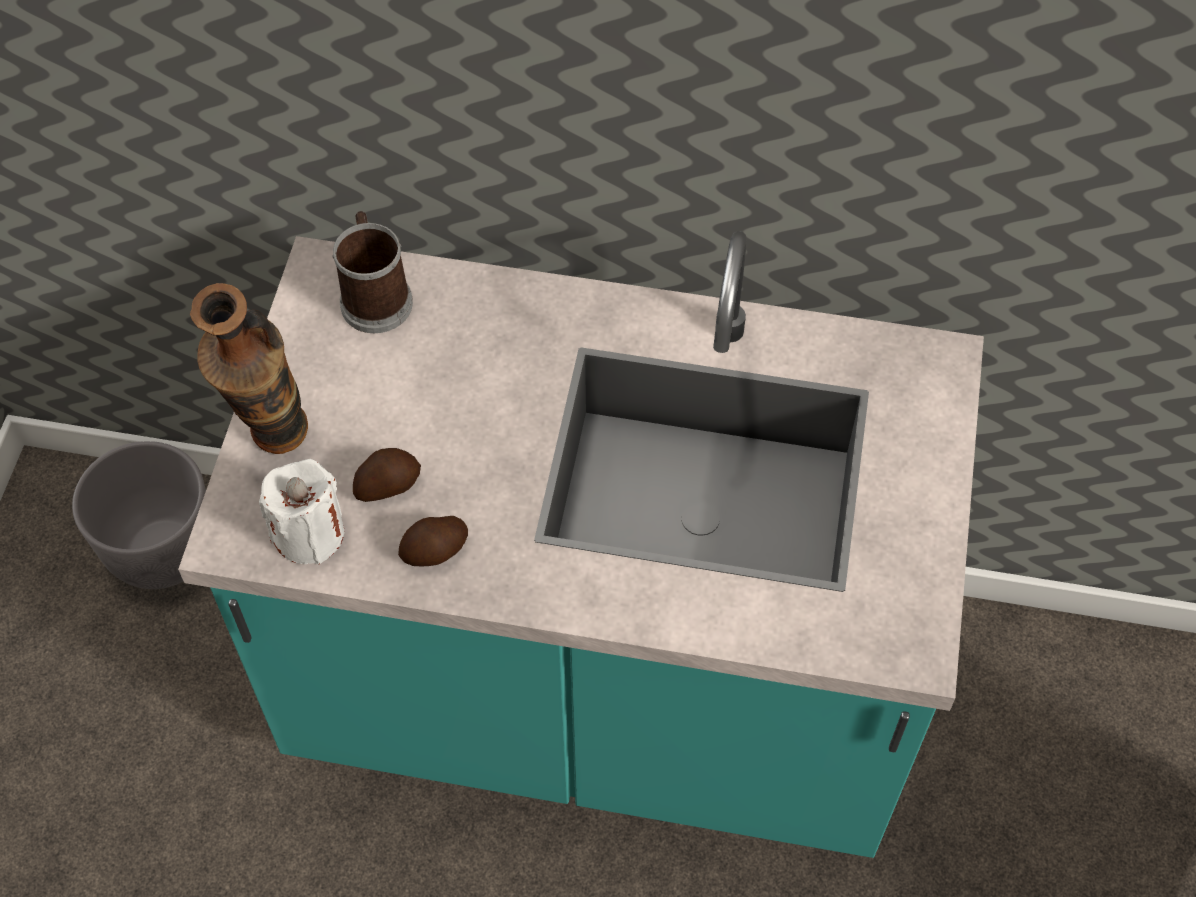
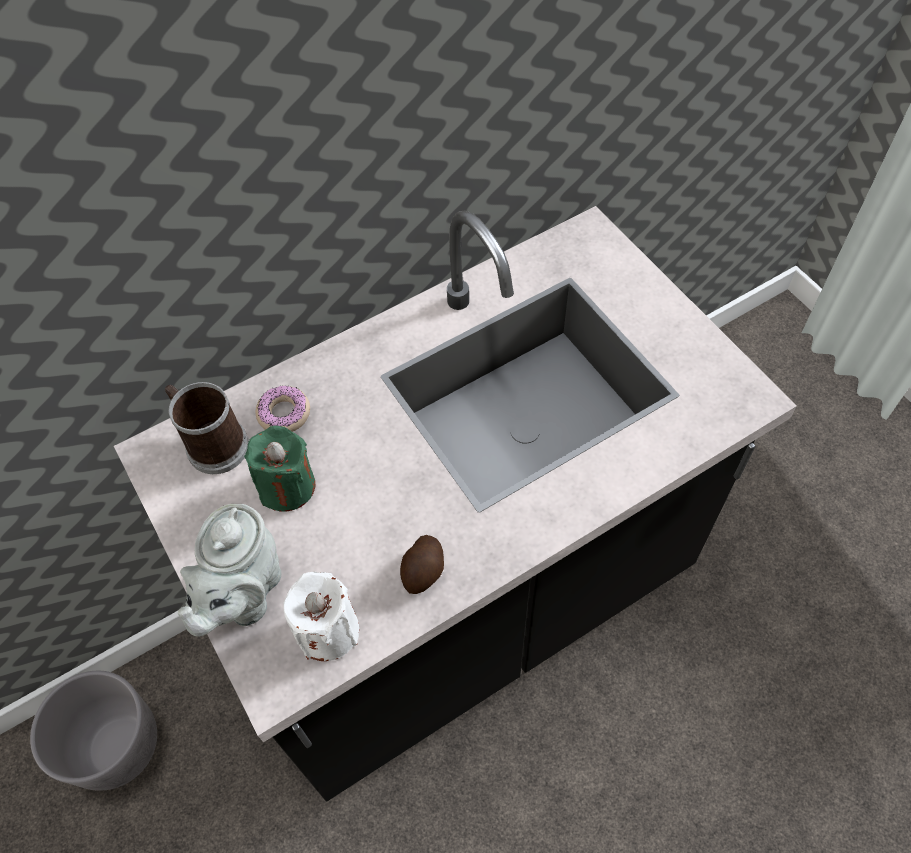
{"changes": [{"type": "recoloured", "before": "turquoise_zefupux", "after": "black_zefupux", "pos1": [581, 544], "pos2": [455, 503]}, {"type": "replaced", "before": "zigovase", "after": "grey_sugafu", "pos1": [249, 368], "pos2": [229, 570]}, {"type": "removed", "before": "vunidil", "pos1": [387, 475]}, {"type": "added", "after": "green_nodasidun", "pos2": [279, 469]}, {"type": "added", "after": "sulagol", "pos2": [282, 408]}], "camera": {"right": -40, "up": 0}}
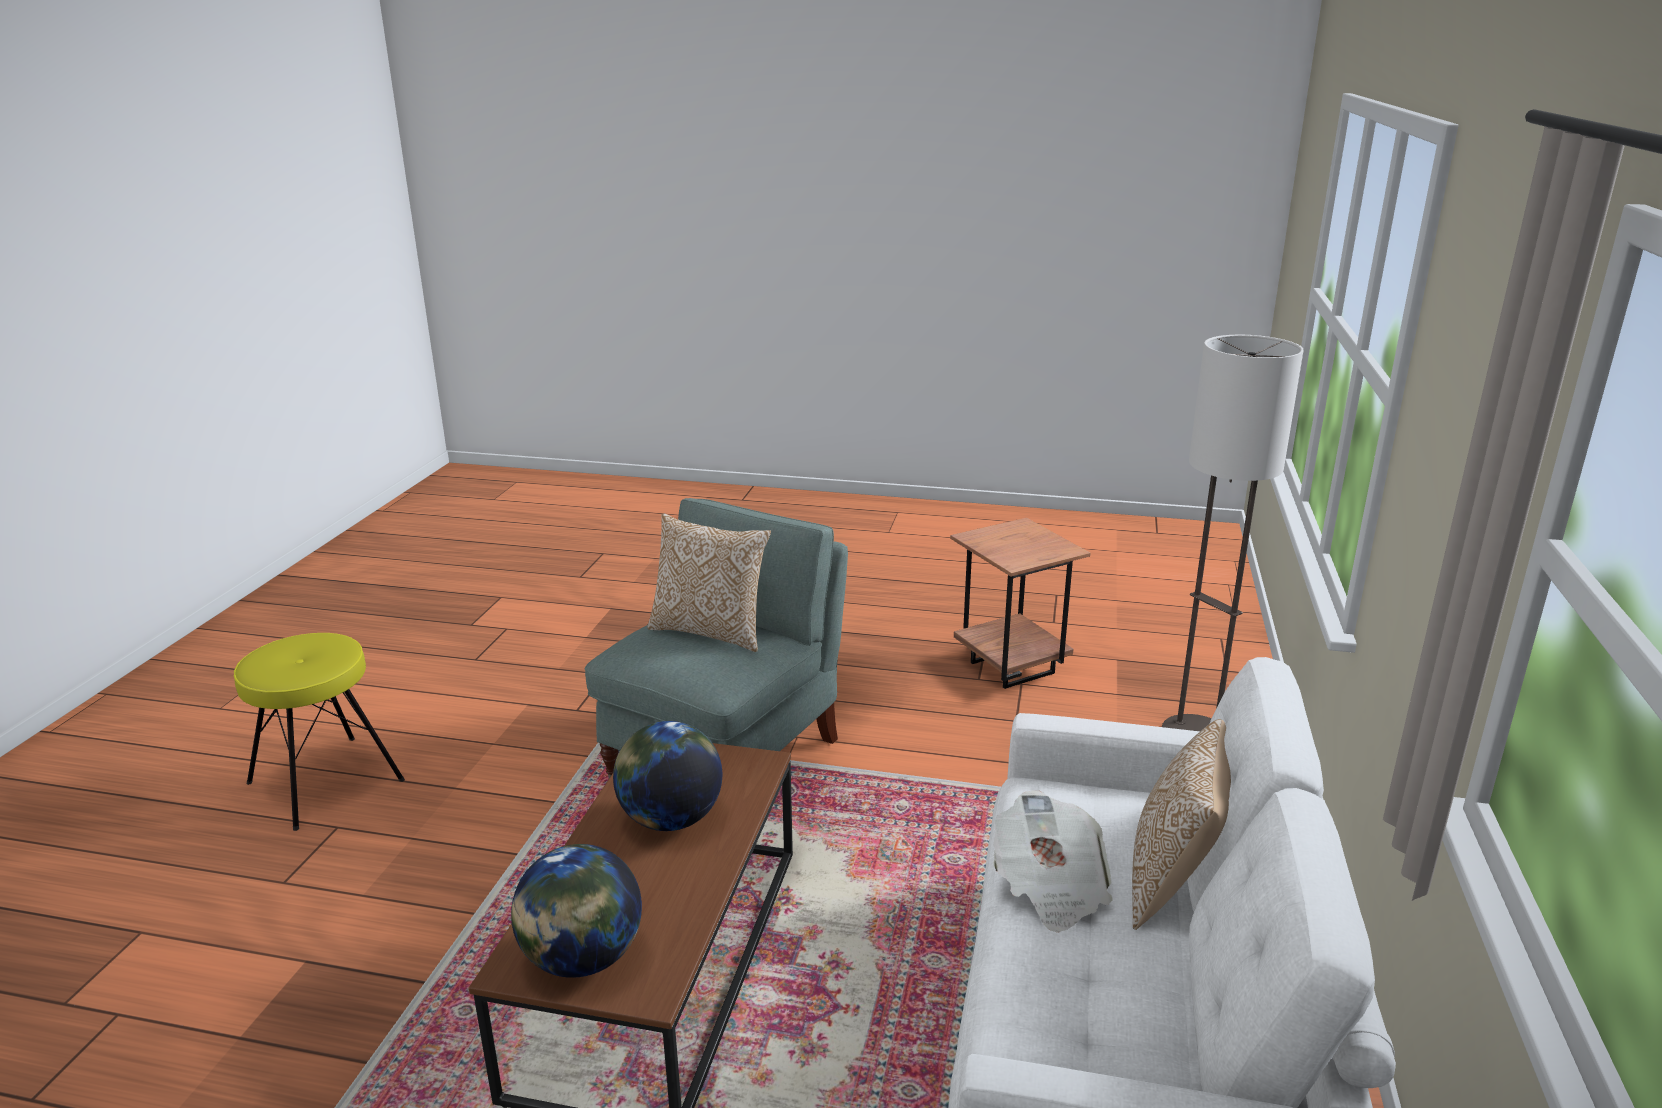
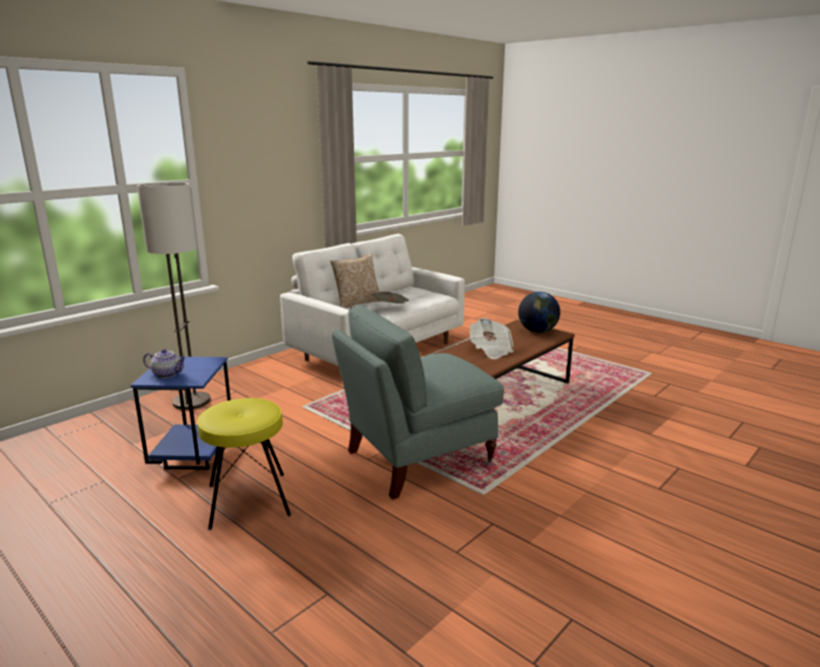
{"changes": [{"type": "moved", "before": "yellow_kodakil", "pos1": [319, 732], "pos2": [244, 464]}, {"type": "replaced", "before": "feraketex", "after": "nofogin", "pos1": [667, 776], "pos2": [491, 338]}, {"type": "removed", "before": "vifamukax", "pos1": [709, 583]}, {"type": "recoloured", "before": "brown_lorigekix", "after": "blue_lorigekix", "pos1": [1020, 603], "pos2": [181, 413]}, {"type": "added", "after": "sugafu", "pos2": [165, 363]}], "camera": {"right": -150, "up": -5}}
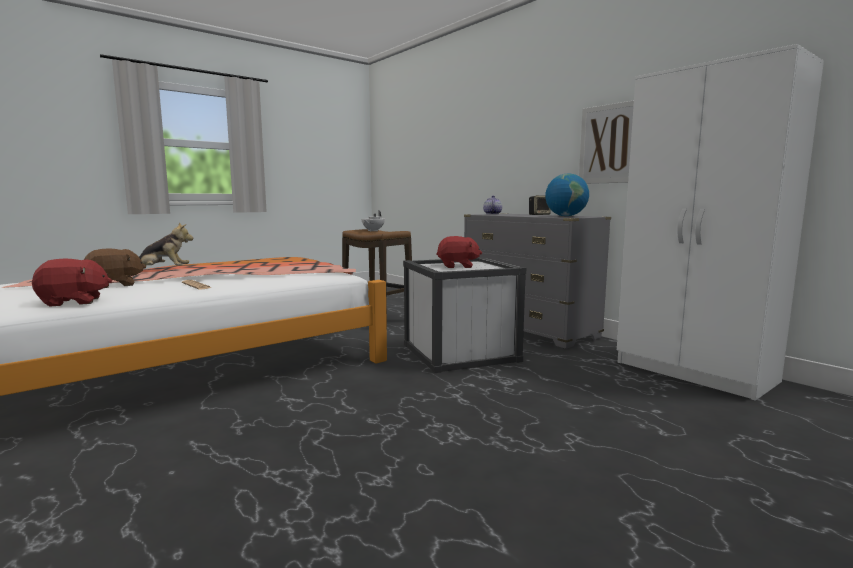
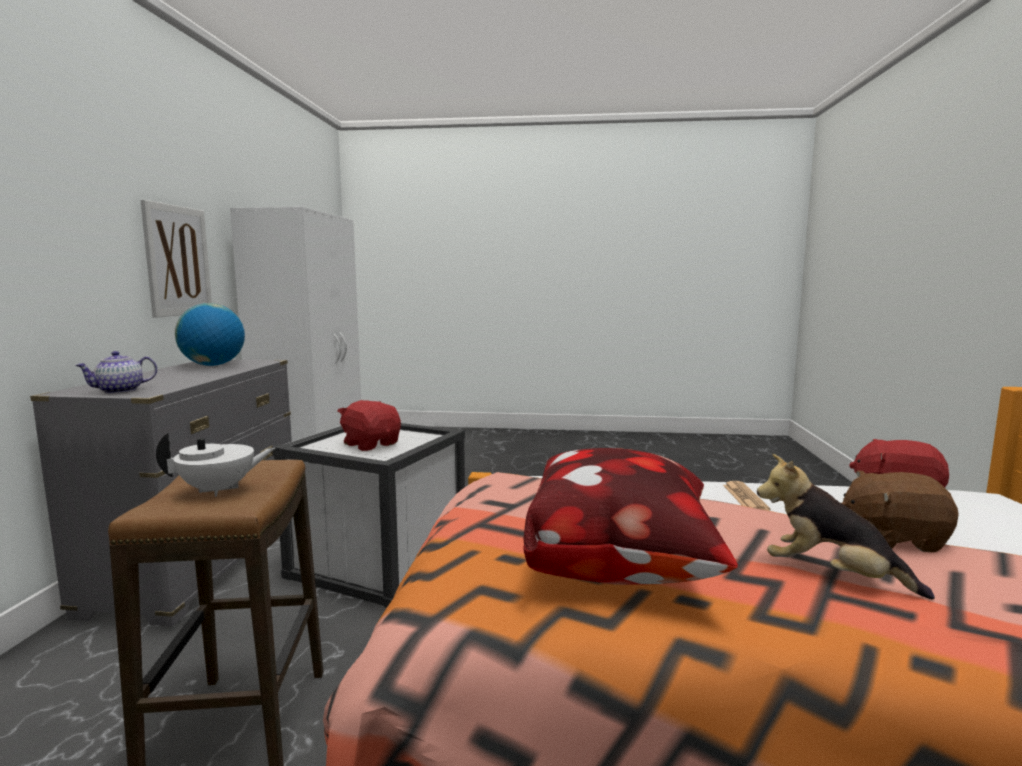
{"changes": [{"type": "removed", "before": "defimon", "pos1": [540, 205]}, {"type": "added", "after": "vifamukax", "pos2": [631, 516]}], "camera": {"right": -135, "up": 0}}
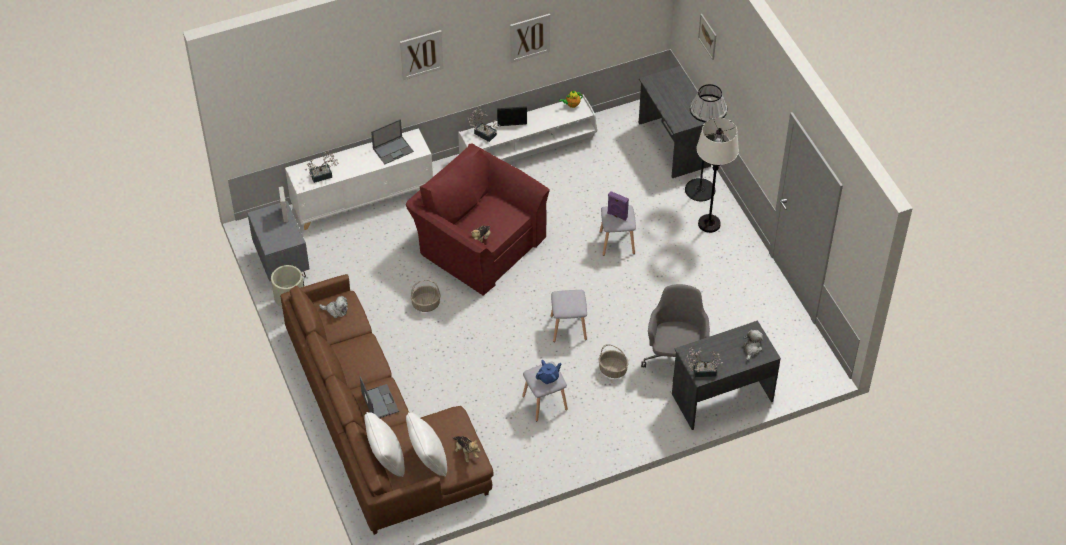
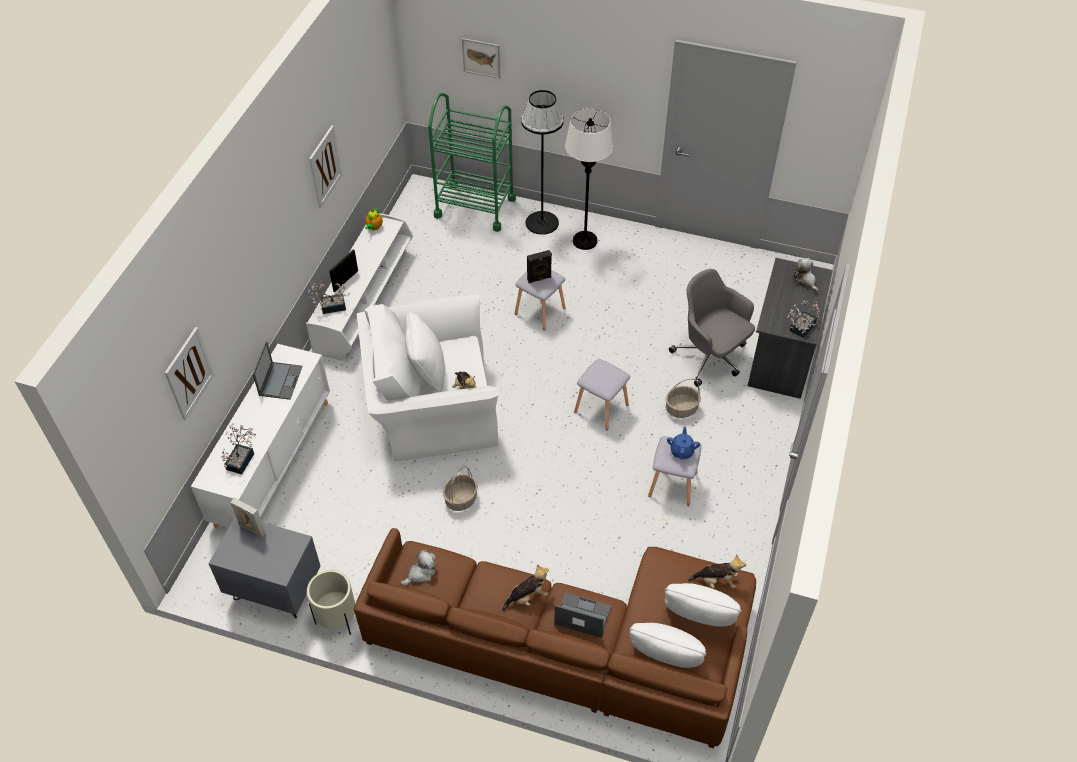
{"changes": [{"type": "moved", "before": "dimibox", "pos1": [422, 55], "pos2": [189, 373]}, {"type": "recoloured", "before": "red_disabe", "after": "white_disabe", "pos1": [478, 220], "pos2": [428, 378]}, {"type": "recoloured", "before": "purple_defimon", "after": "black_defimon", "pos1": [618, 206], "pos2": [539, 266]}, {"type": "replaced", "before": "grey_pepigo", "after": "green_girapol", "pos1": [676, 122], "pos2": [472, 162]}, {"type": "added", "after": "white_vifamukax", "pos2": [425, 352]}, {"type": "added", "after": "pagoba", "pos2": [525, 587]}], "camera": {"right": -50, "up": 0}}
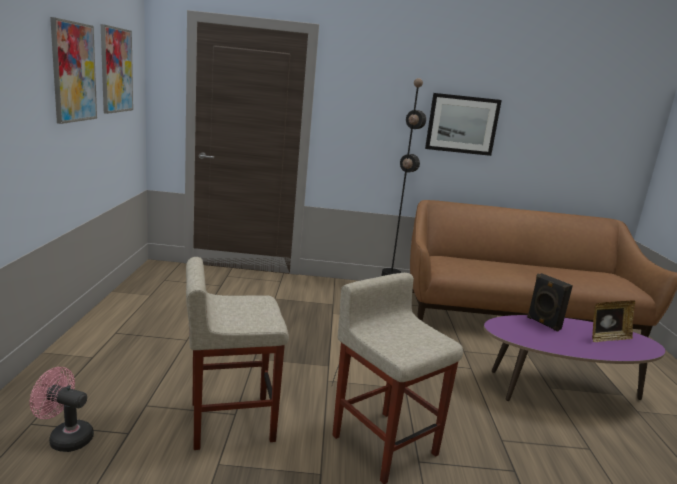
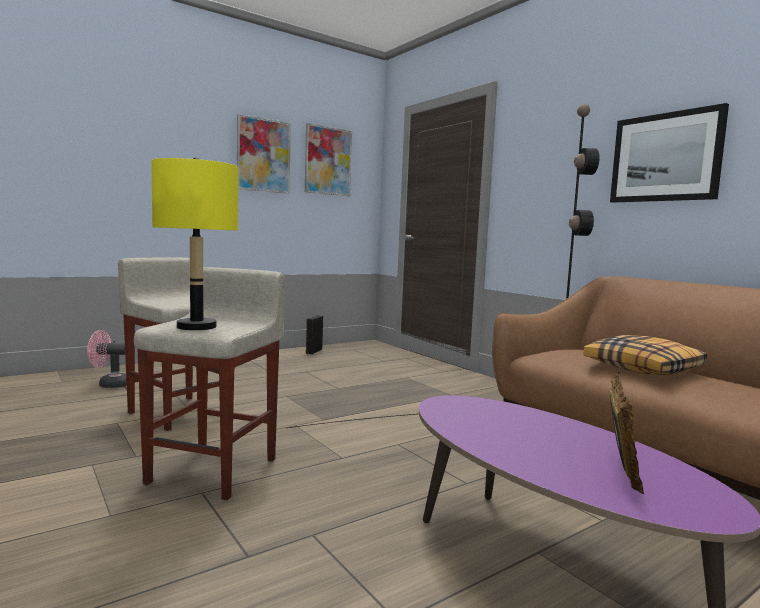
{"changes": [{"type": "turned", "before": "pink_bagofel", "pos1": [62, 409], "pos2": [107, 359], "turn": -75}, {"type": "moved", "before": "black_defimon", "pos1": [550, 302], "pos2": [314, 334]}, {"type": "turned", "before": "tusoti", "pos1": [613, 321], "pos2": [627, 433], "turn": -105}, {"type": "added", "after": "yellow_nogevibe", "pos2": [195, 243]}, {"type": "added", "after": "vifamukax", "pos2": [645, 355]}], "camera": {"right": 55, "up": -10}}
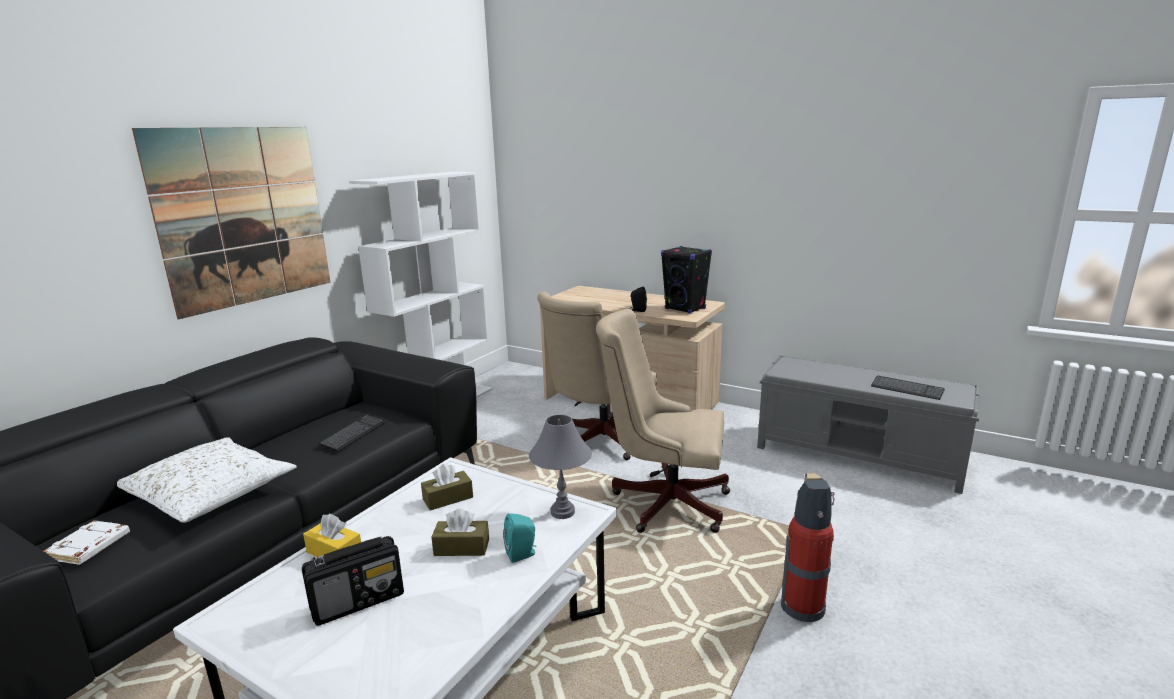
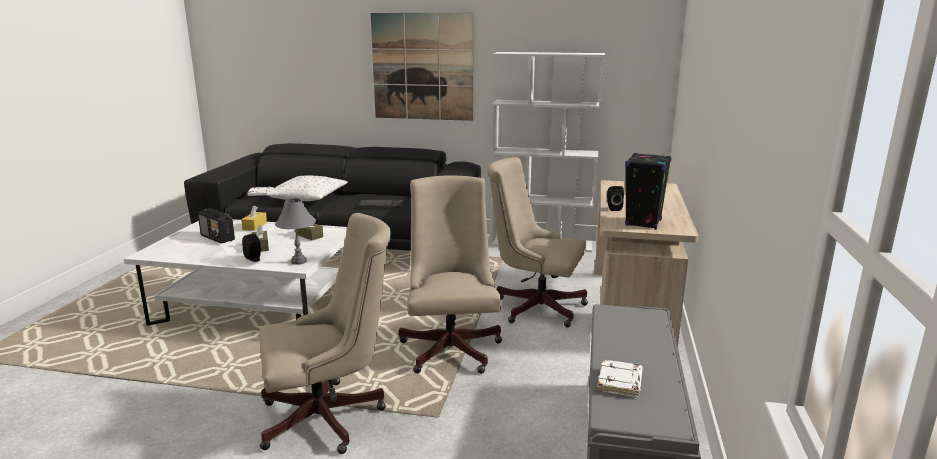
{"changes": [{"type": "recoloured", "before": "turquoise_defimon", "after": "black_defimon", "pos1": [519, 538], "pos2": [251, 248]}, {"type": "replaced", "before": "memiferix", "after": "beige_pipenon", "pos1": [808, 547], "pos2": [325, 333]}, {"type": "replaced", "before": "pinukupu", "after": "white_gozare", "pos1": [908, 388], "pos2": [620, 378]}], "camera": {"right": 70, "up": 0}}
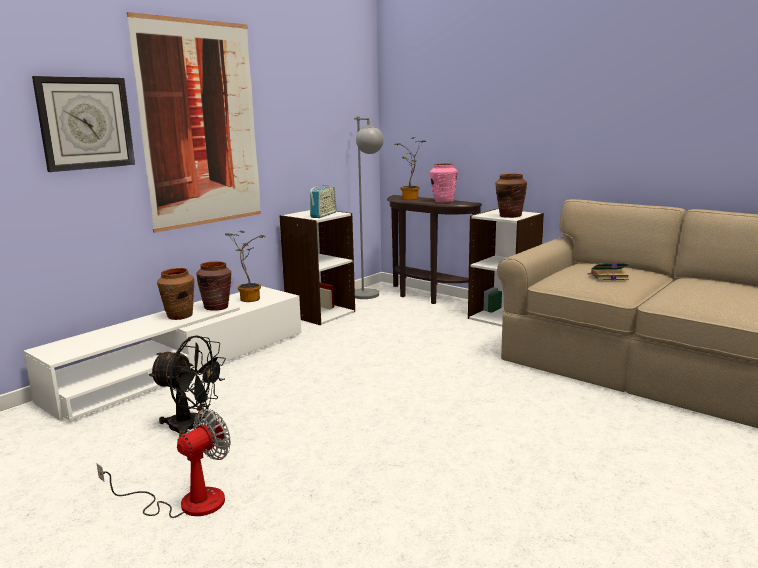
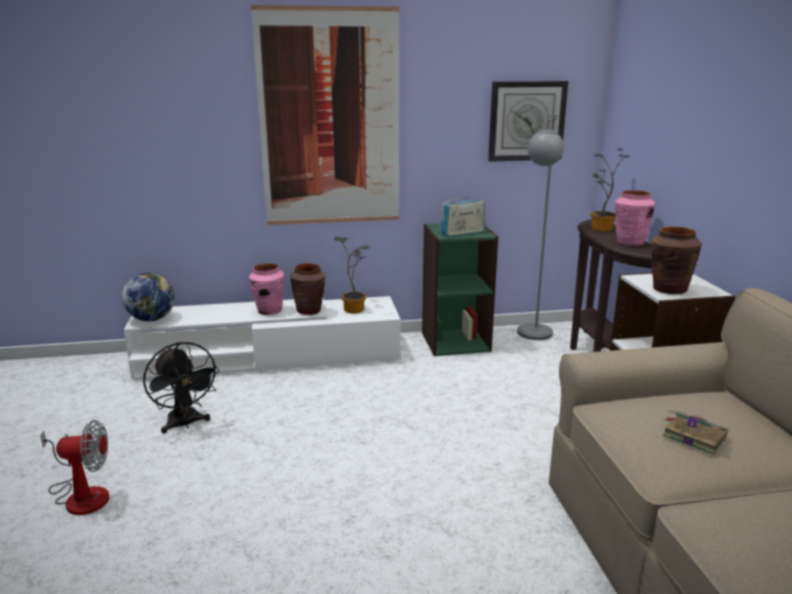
{"changes": [{"type": "moved", "before": "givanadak", "pos1": [83, 124], "pos2": [528, 121]}, {"type": "recoloured", "before": "brown_zigovase", "after": "pink_zigovase", "pos1": [176, 294], "pos2": [266, 289]}, {"type": "recoloured", "before": "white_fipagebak", "after": "green_fipagebak", "pos1": [317, 267], "pos2": [460, 290]}, {"type": "added", "after": "feraketex", "pos2": [148, 297]}], "camera": {"right": 40, "up": 5}}
